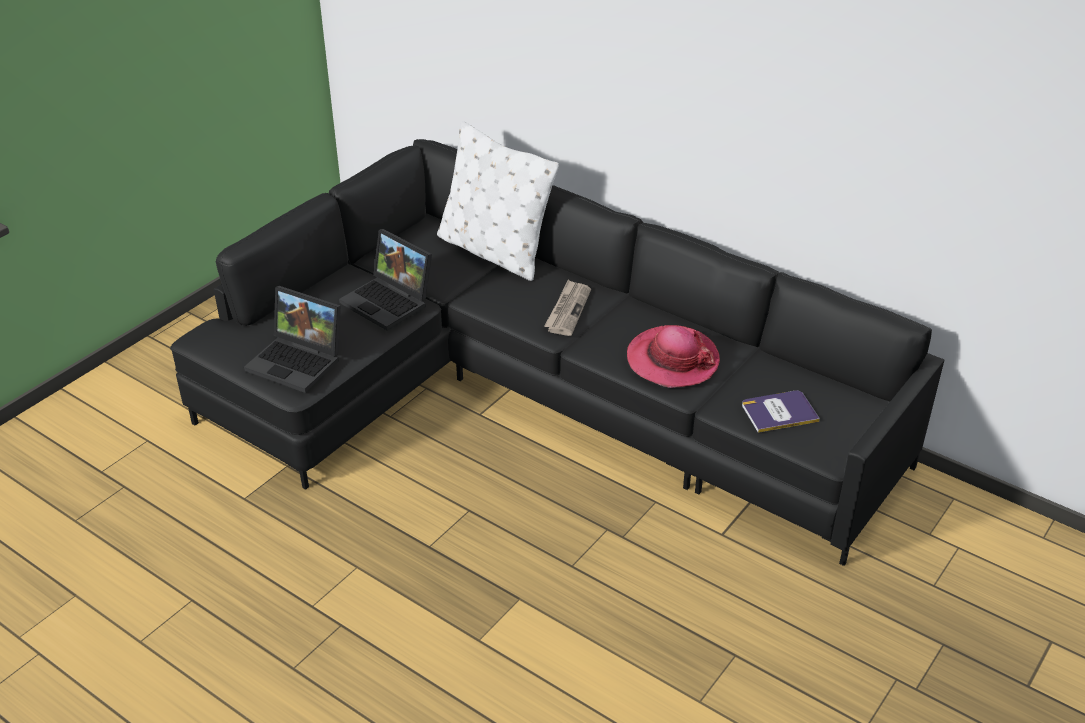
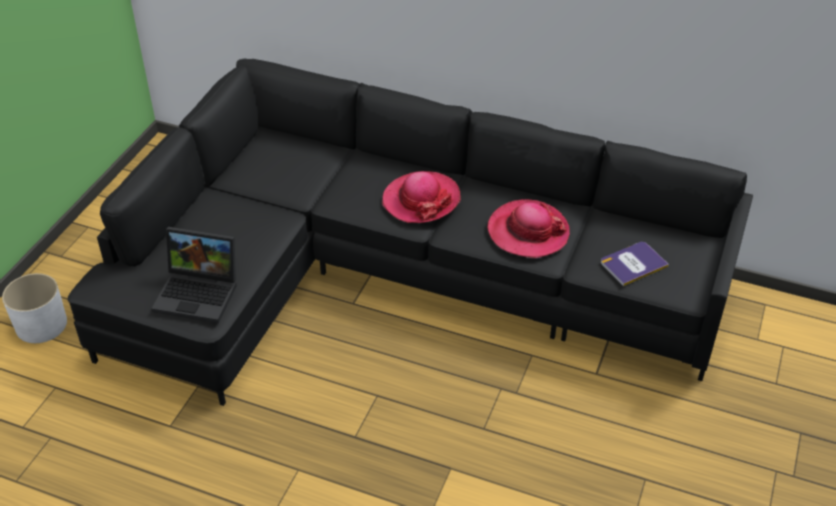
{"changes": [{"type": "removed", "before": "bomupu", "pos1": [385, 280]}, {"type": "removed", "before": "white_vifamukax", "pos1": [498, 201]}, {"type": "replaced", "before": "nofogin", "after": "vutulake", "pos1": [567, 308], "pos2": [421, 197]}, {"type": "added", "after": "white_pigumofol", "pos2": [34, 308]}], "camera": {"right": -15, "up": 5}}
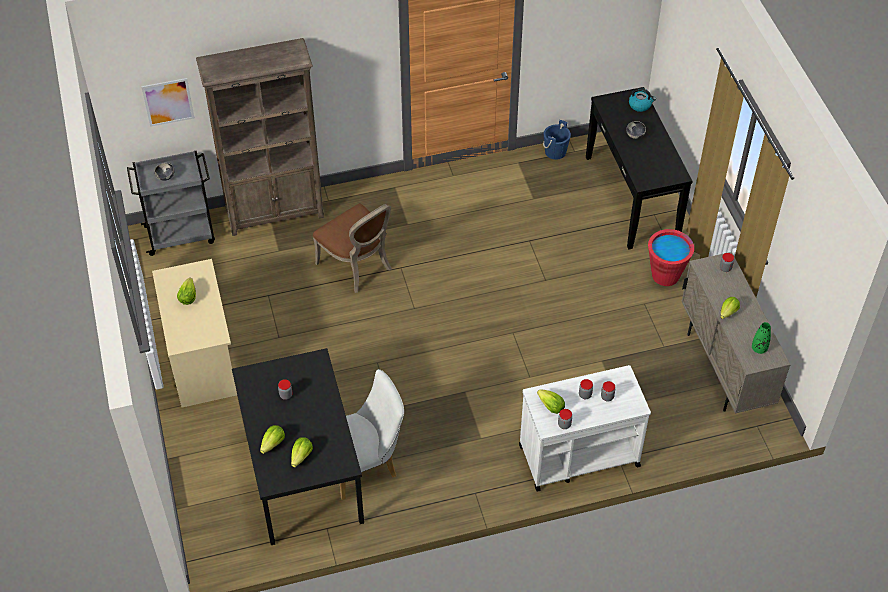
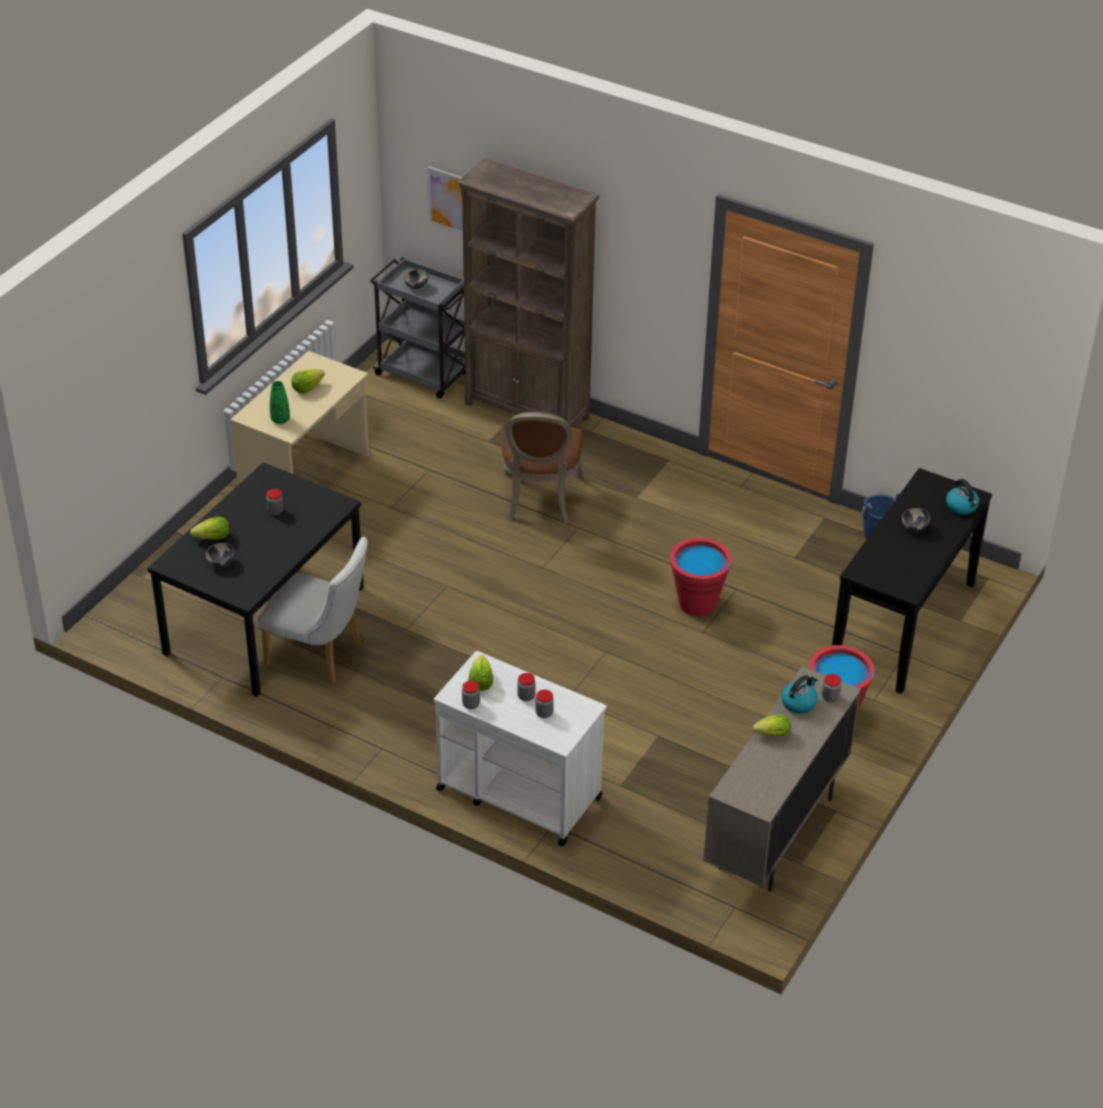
{"changes": [{"type": "replaced", "before": "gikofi", "after": "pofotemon", "pos1": [302, 452], "pos2": [220, 555]}, {"type": "moved", "before": "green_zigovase", "pos1": [761, 338], "pos2": [280, 402]}, {"type": "added", "after": "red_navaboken", "pos2": [701, 577]}, {"type": "added", "after": "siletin", "pos2": [799, 694]}], "camera": {"right": 45, "up": -10}}
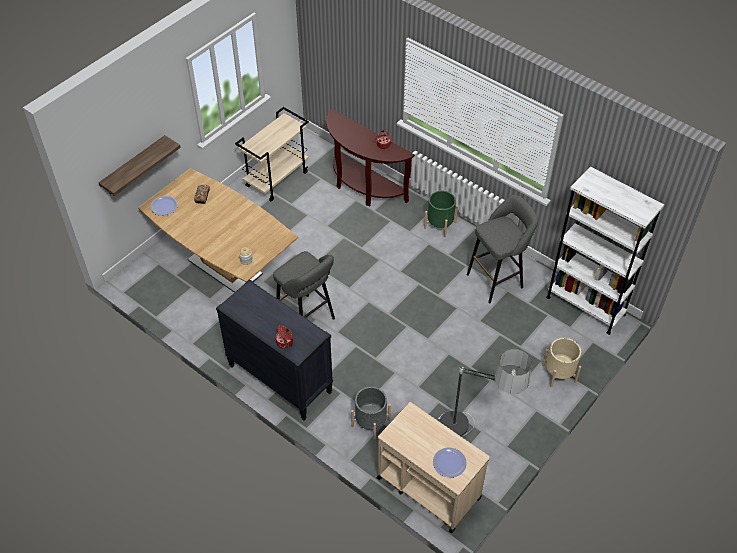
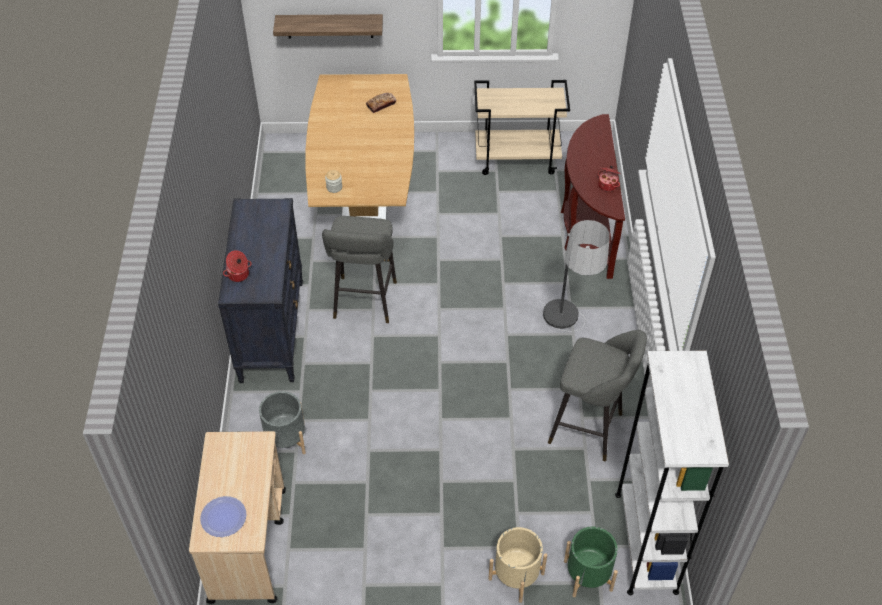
{"changes": [{"type": "removed", "before": "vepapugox", "pos1": [164, 206]}, {"type": "moved", "before": "green_pigumofol", "pos1": [441, 214], "pos2": [591, 562]}, {"type": "moved", "before": "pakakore", "pos1": [485, 392], "pos2": [576, 275]}], "camera": {"right": 50, "up": 0}}
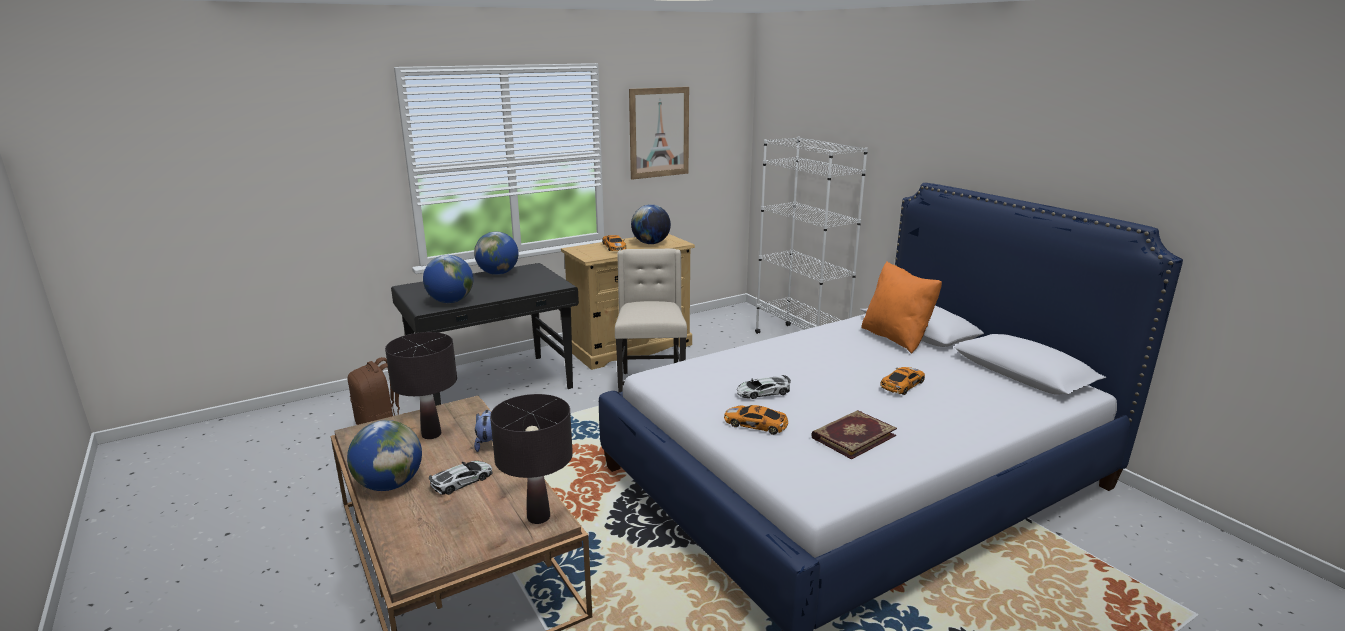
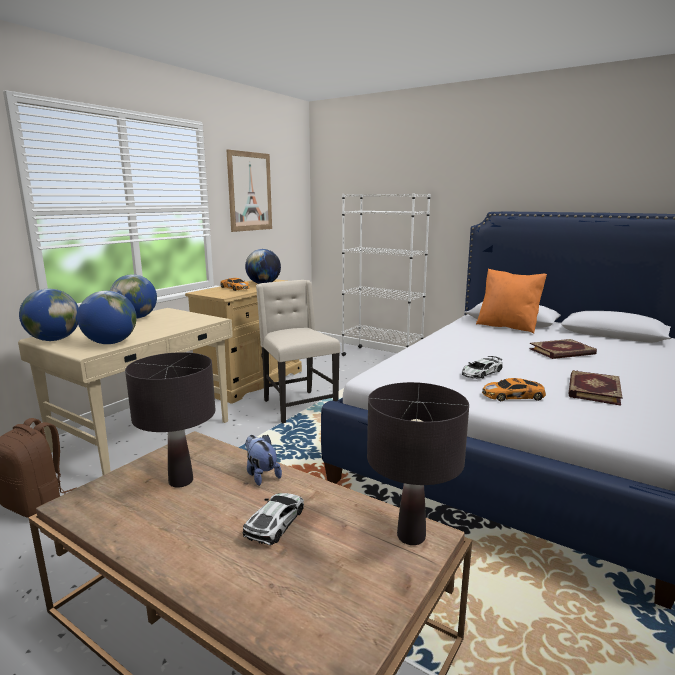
{"changes": [{"type": "moved", "before": "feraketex", "pos1": [384, 455], "pos2": [49, 315]}, {"type": "recoloured", "before": "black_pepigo", "after": "beige_pepigo", "pos1": [485, 334], "pos2": [125, 391]}, {"type": "replaced", "before": "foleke", "after": "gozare", "pos1": [902, 381], "pos2": [563, 349]}], "camera": {"right": -25, "up": -5}}
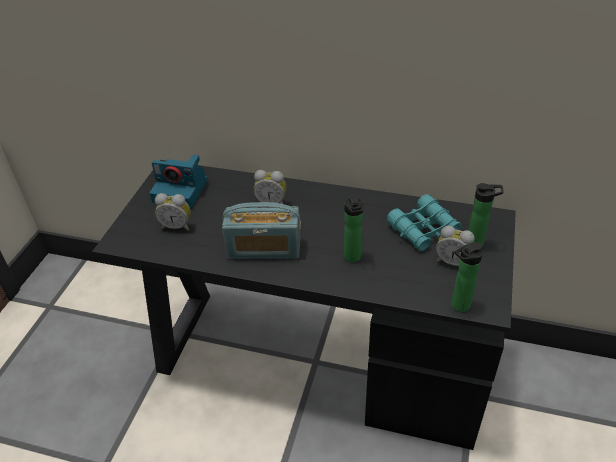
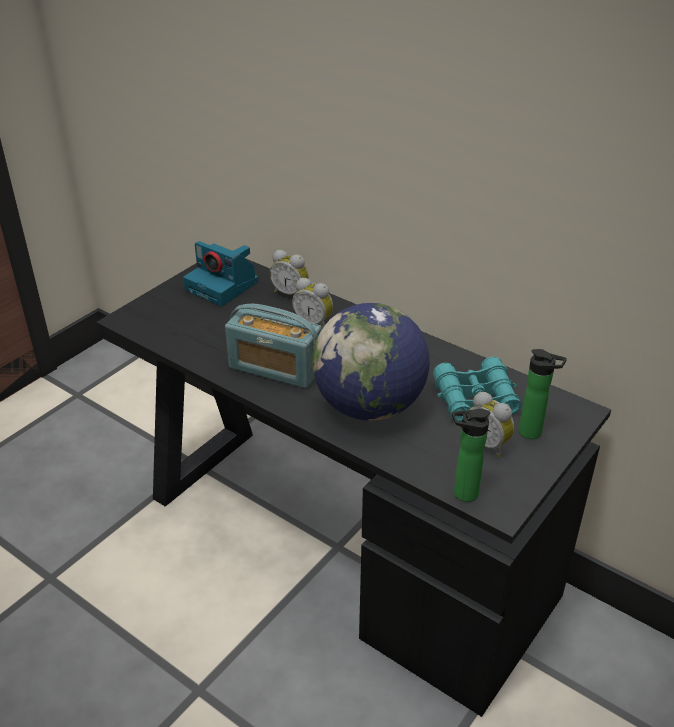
{"changes": [{"type": "moved", "before": "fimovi", "pos1": [173, 212], "pos2": [289, 272]}, {"type": "replaced", "before": "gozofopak", "after": "feraketex", "pos1": [353, 227], "pos2": [371, 362]}], "camera": {"right": 20, "up": -5}}
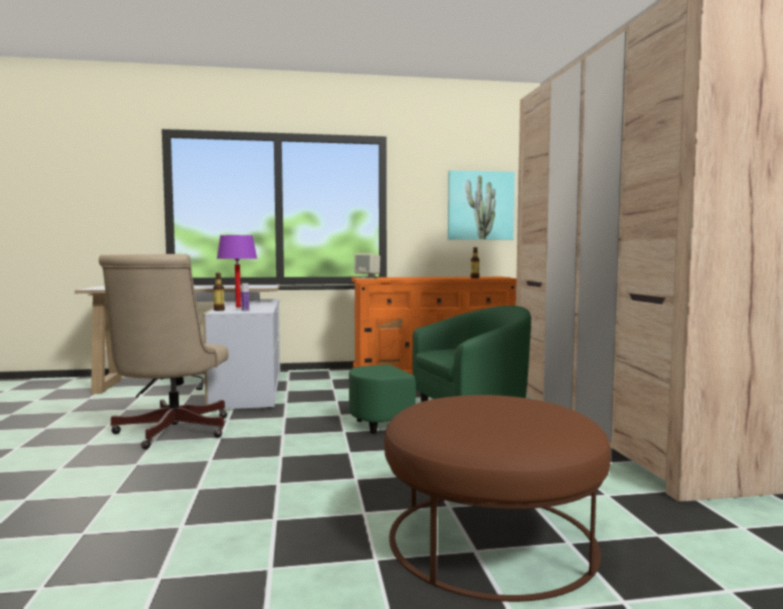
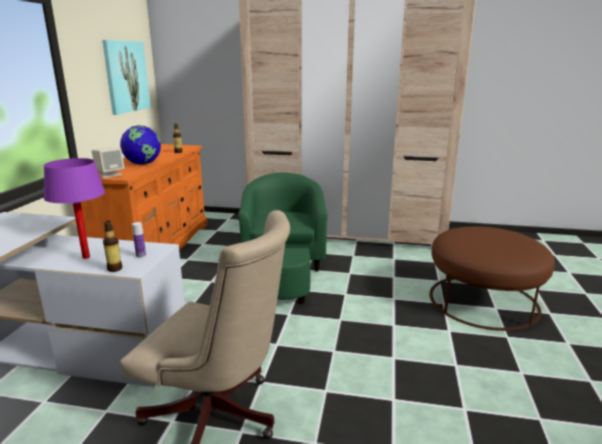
{"changes": [{"type": "added", "after": "feraketex", "pos2": [140, 145]}], "camera": {"right": -70, "up": 15}}
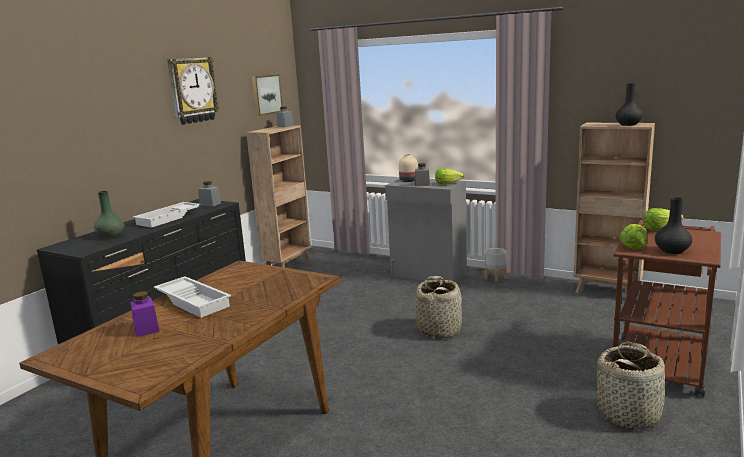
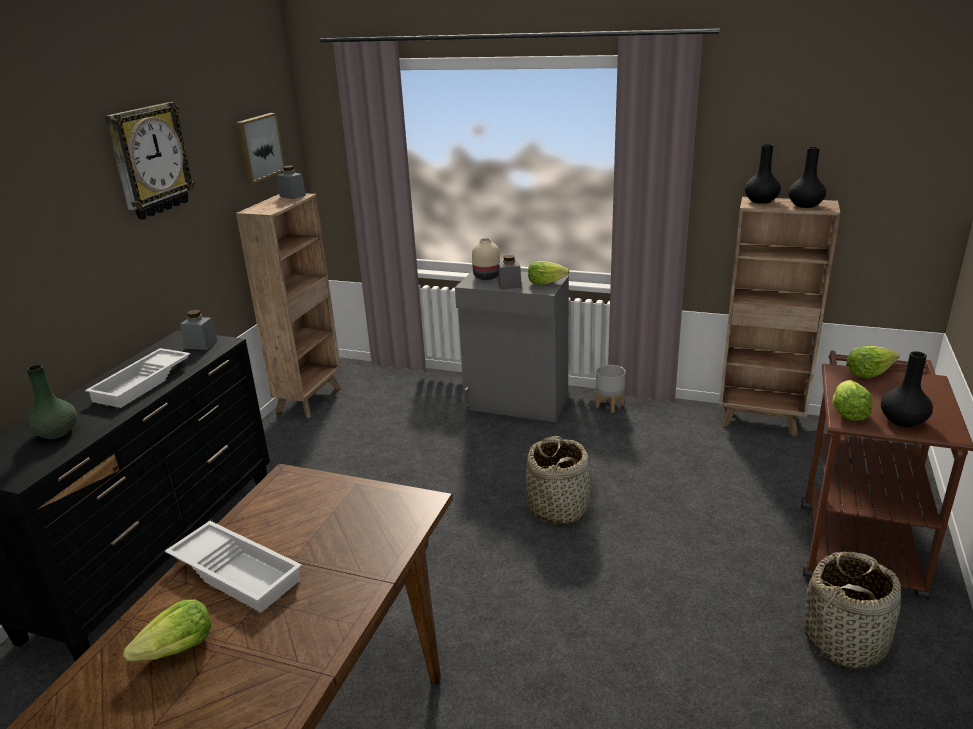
{"changes": [{"type": "replaced", "before": "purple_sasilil", "after": "gikofi", "pos1": [145, 314], "pos2": [167, 630]}, {"type": "added", "after": "black_zigovase", "pos2": [762, 174]}], "camera": {"right": -10, "up": 10}}
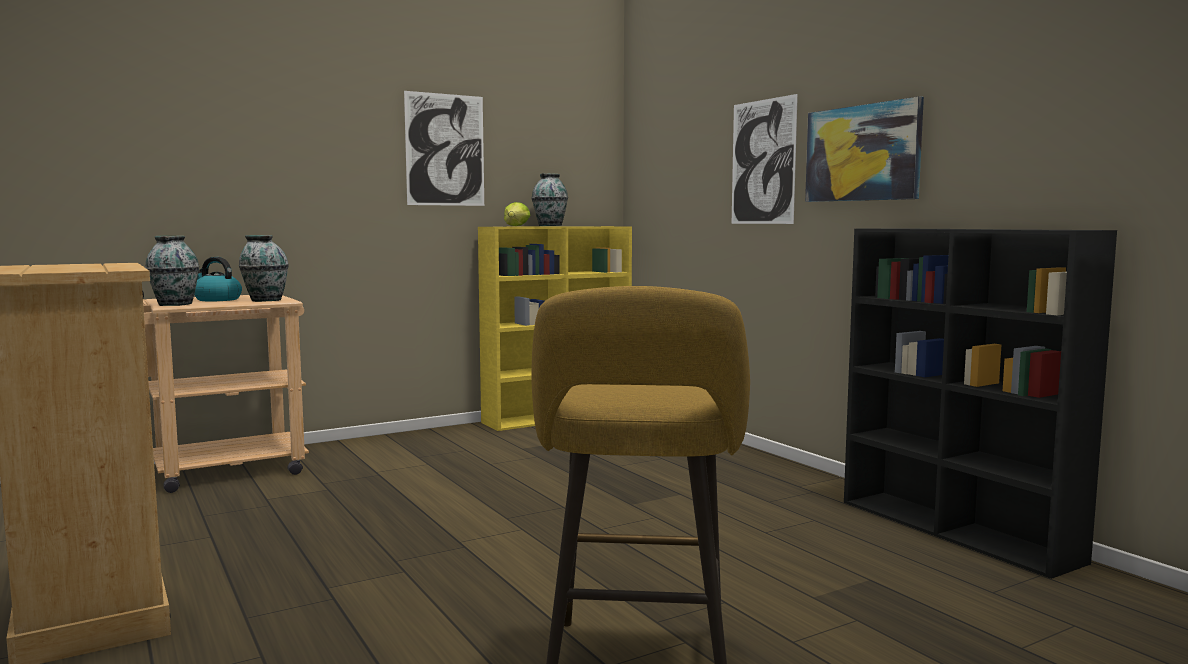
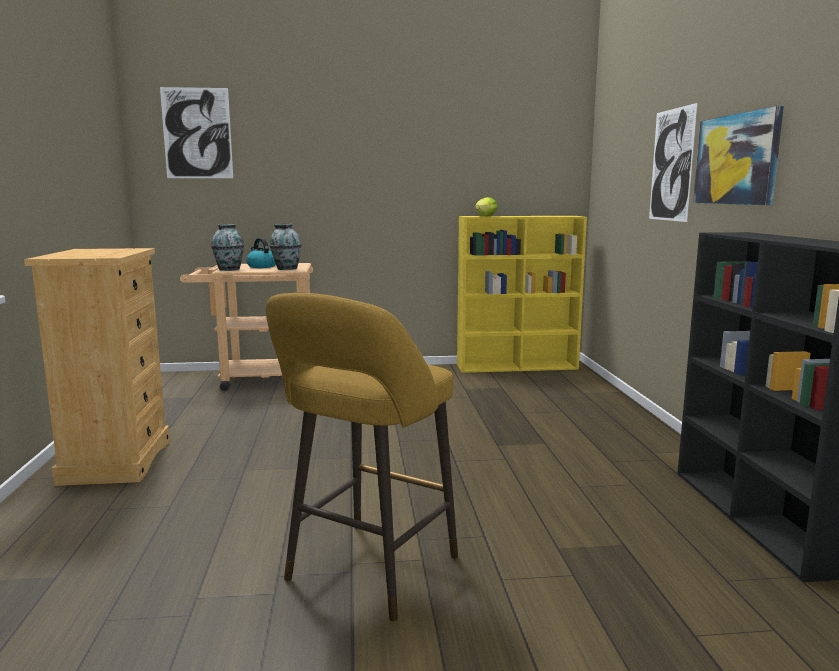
{"changes": [{"type": "moved", "before": "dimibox", "pos1": [444, 148], "pos2": [196, 132]}, {"type": "removed", "before": "zigovase", "pos1": [550, 199]}], "camera": {"right": 25, "up": 5}}
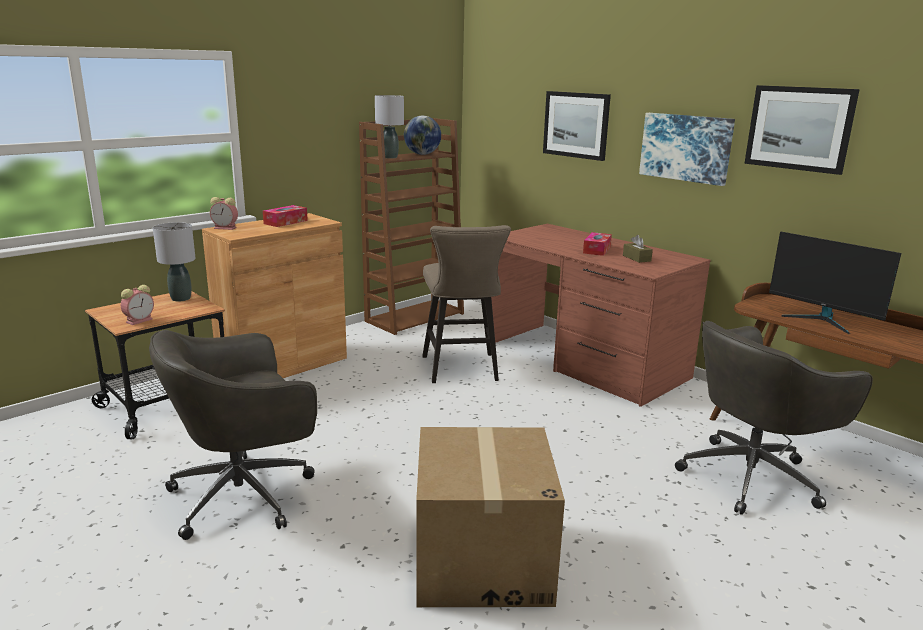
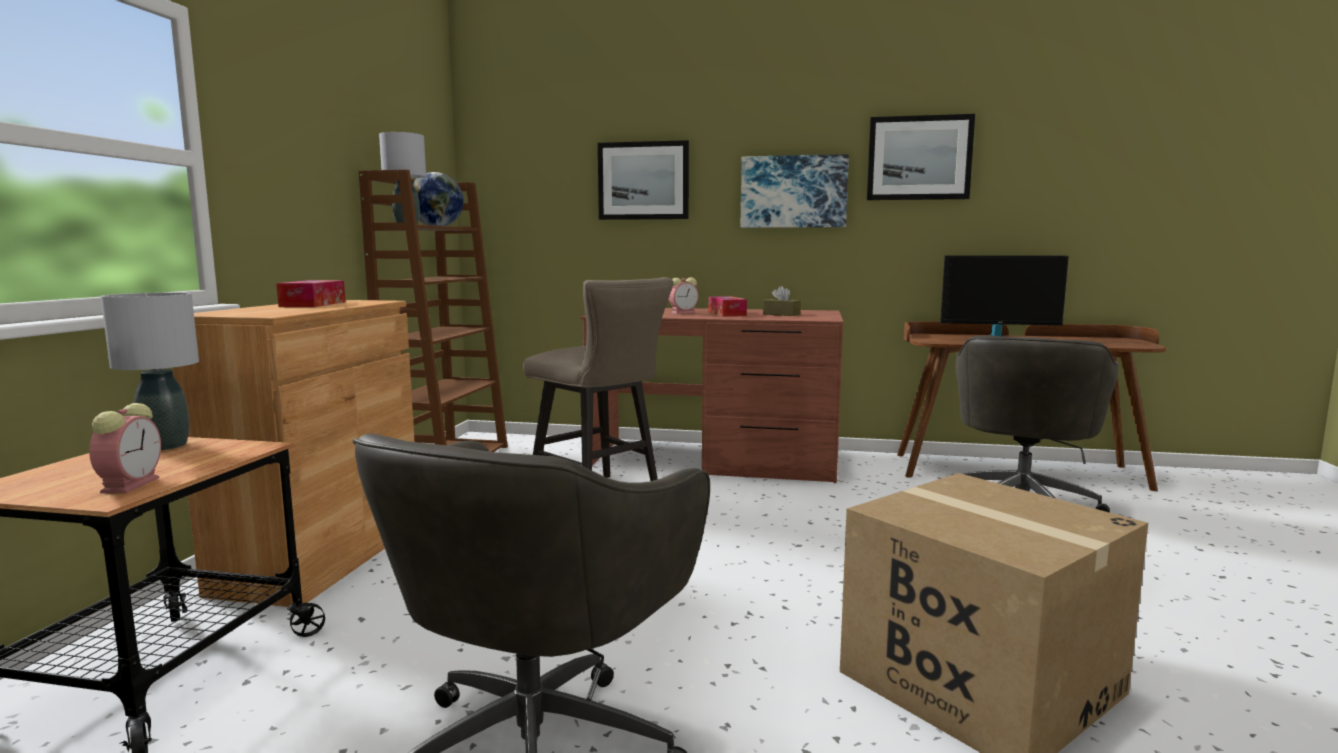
{"changes": [{"type": "moved", "before": "fimovi", "pos1": [224, 213], "pos2": [684, 295]}], "camera": {"right": -35, "up": -10}}
